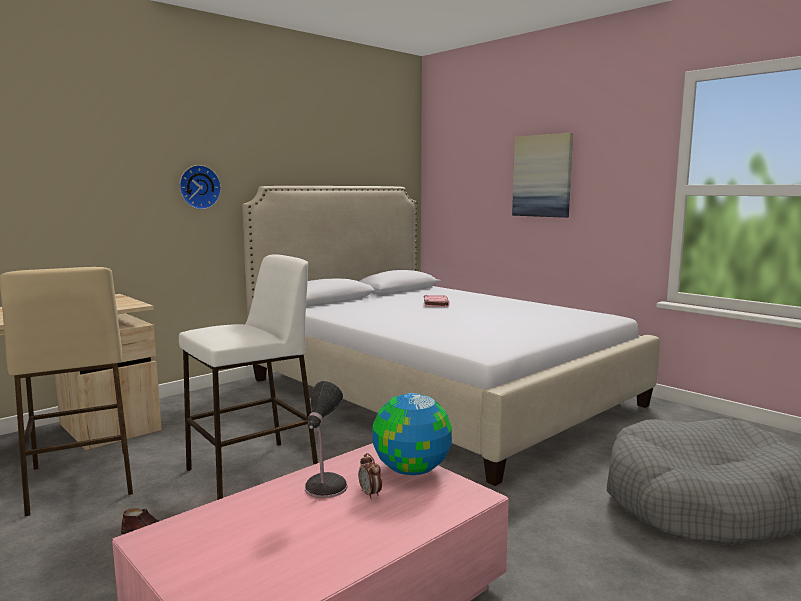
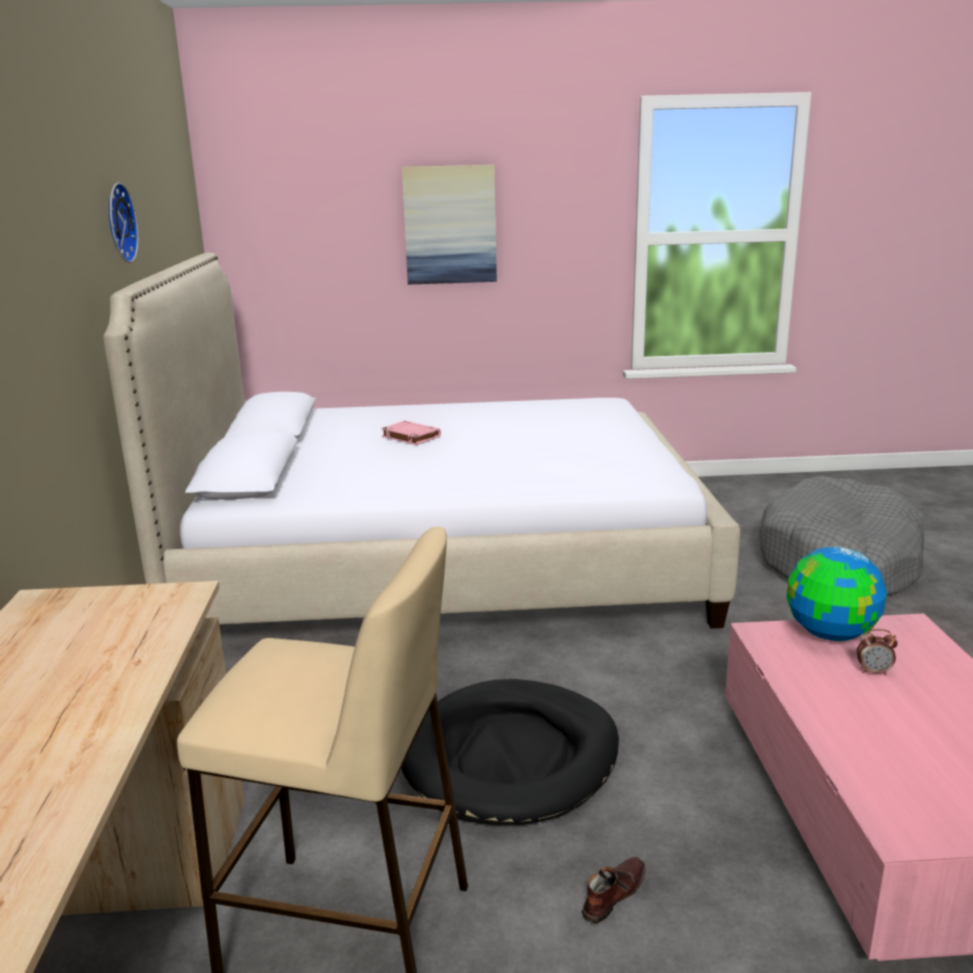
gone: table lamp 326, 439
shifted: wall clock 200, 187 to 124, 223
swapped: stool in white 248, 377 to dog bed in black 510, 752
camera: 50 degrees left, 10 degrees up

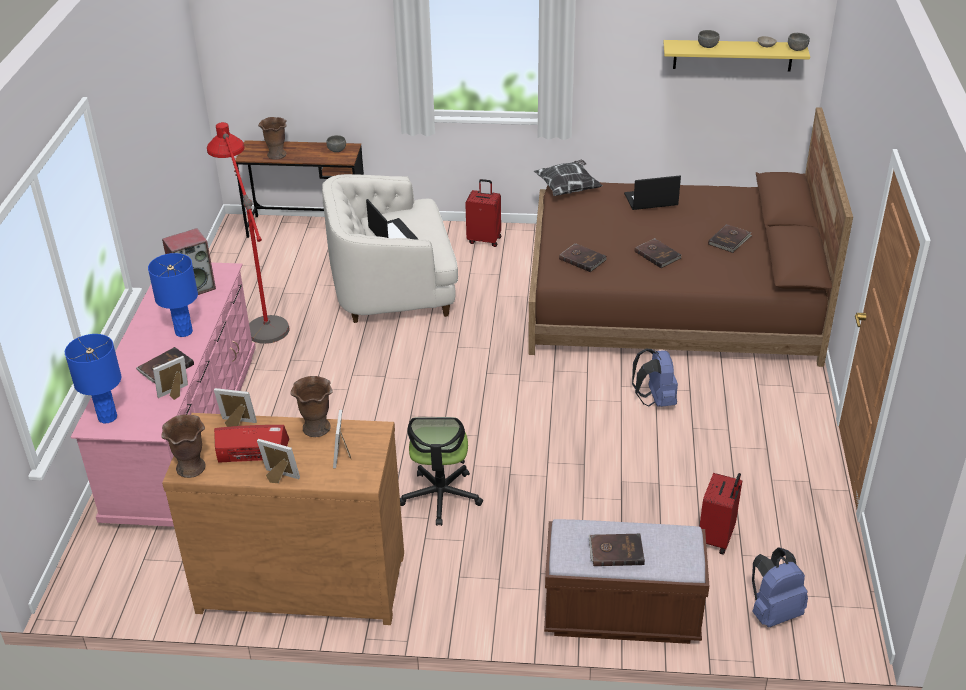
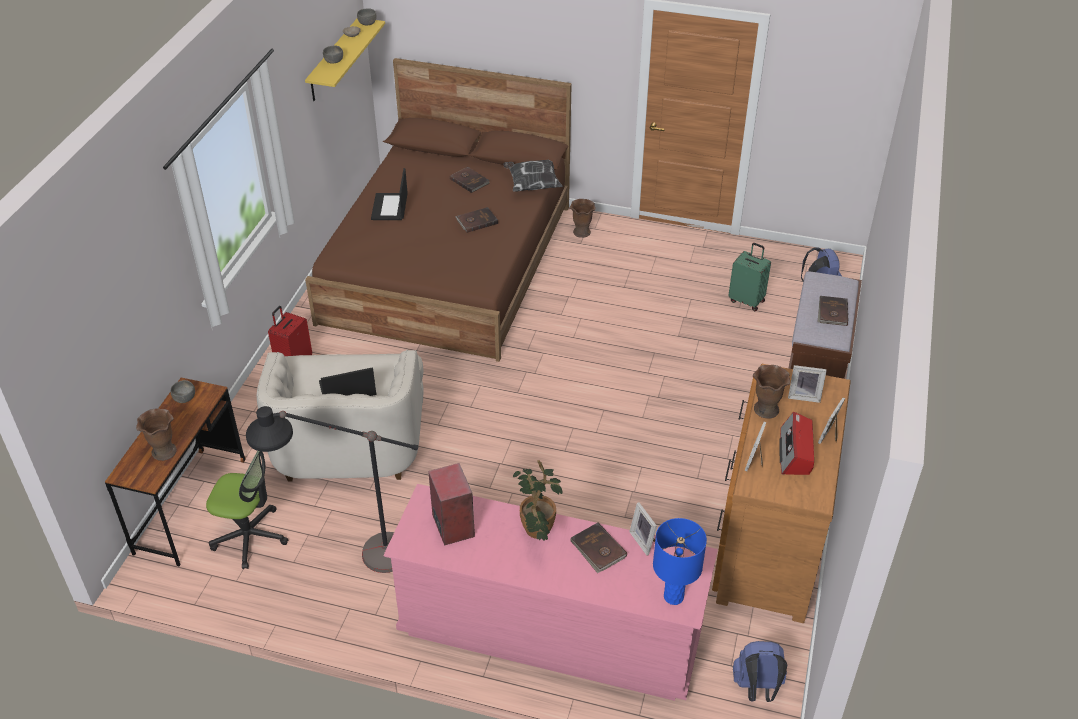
gone: book in brown 583, 257
shifted: vase in brown 183, 446 to 583, 218; office chair 441, 471 to 247, 510; pillow 568, 177 to 533, 176; backpack in blue 655, 378 to 760, 671
swapped: table lamp in blue 173, 295 to potted plant 537, 500
repainted: floor lamp in red 248, 233 to floor lamp in black 332, 489; suitcase in red 720, 513 to suitcase in green 749, 277
camera: 80 degrees left, 5 degrees up

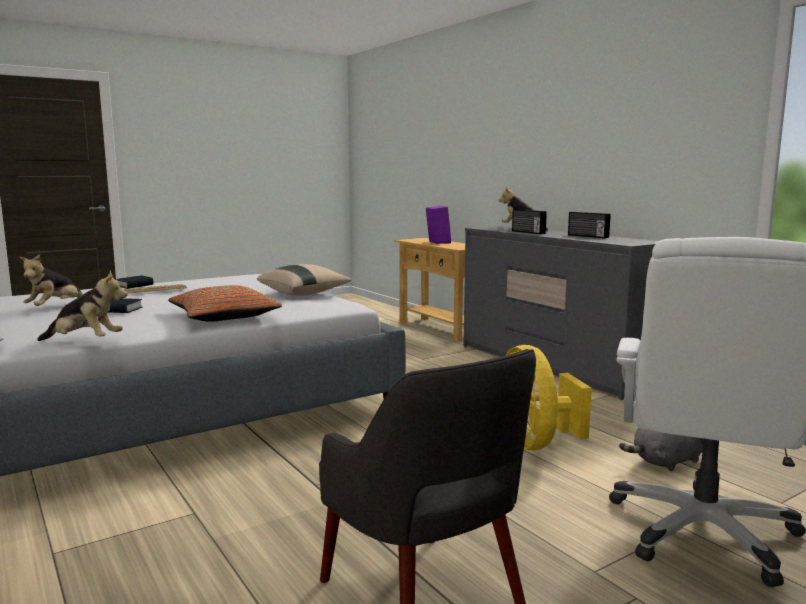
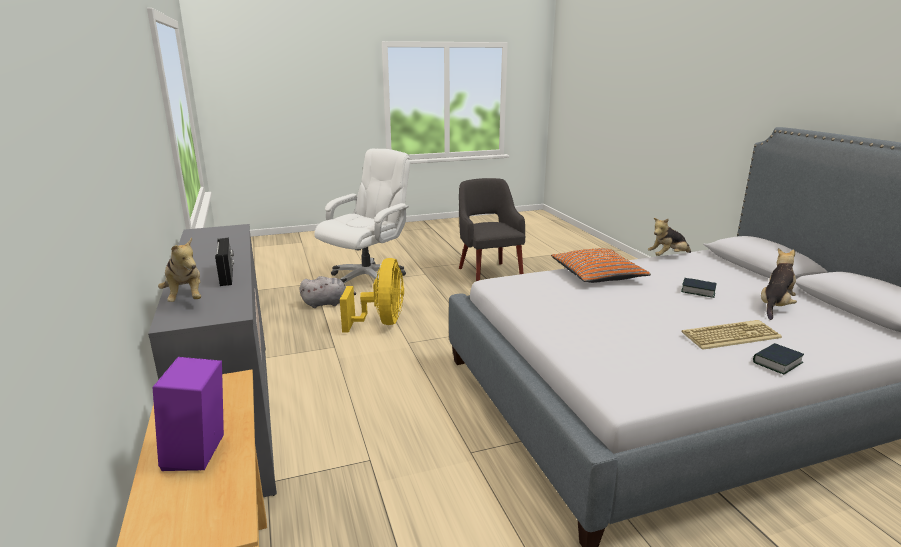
gone: pillow in beige 304, 280; radio 589, 225
rotated: plush toy 82, 305 = 669, 237 45 degrees counterclockwise
camera: 165 degrees left, 10 degrees up

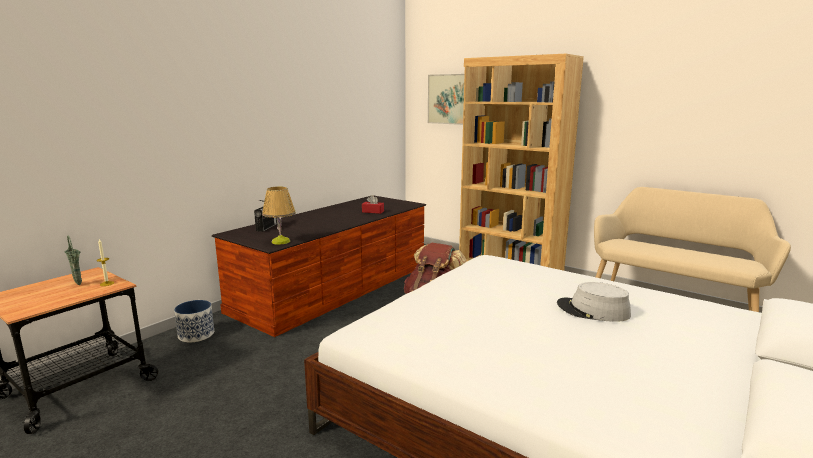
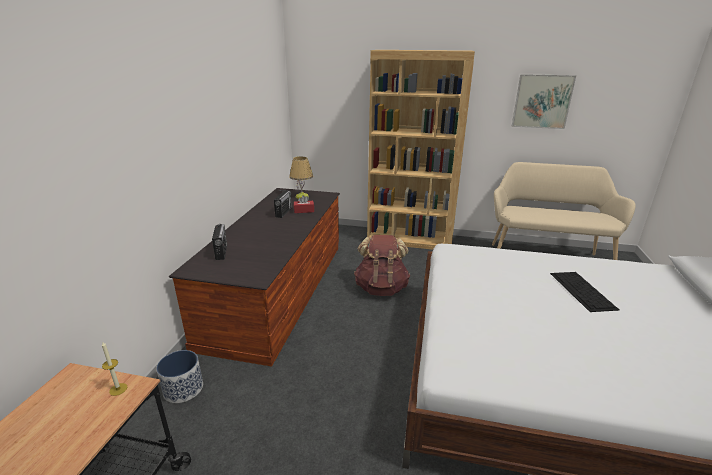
gone: vase in green 73, 260
new: radio 283, 204
shifted: table lamp 279, 216 to 301, 177; picture 446, 99 to 544, 101
swapped: hat in grey 594, 302 to keyboard 584, 292
camera: 25 degrees left, 10 degrees up

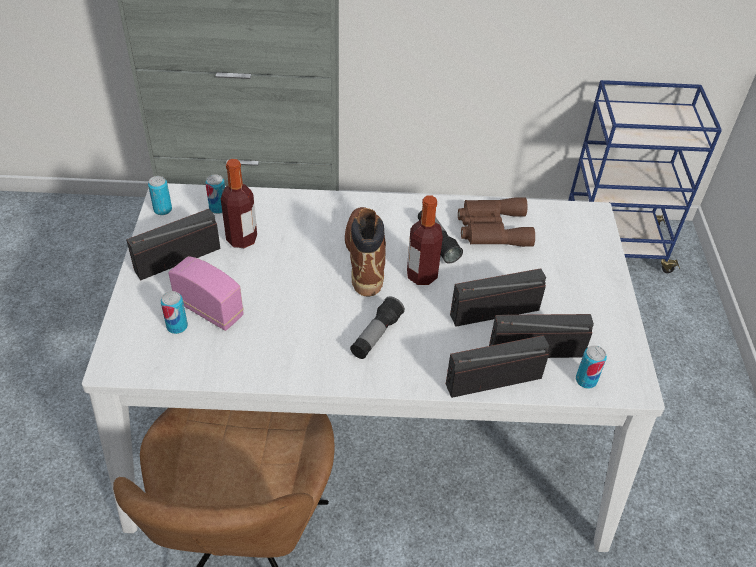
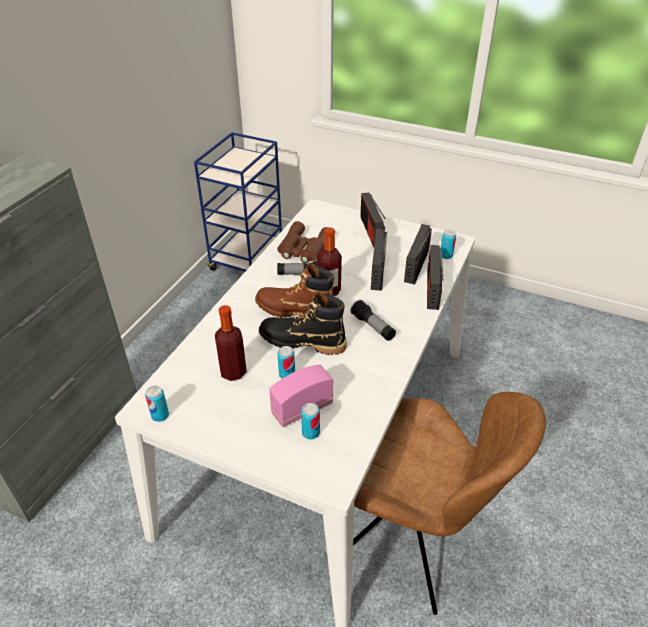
new: boot in black 303, 323
shifted: radio 173, 245 to 372, 219; can 215, 194 to 286, 362
camera: 65 degrees left, 5 degrees down

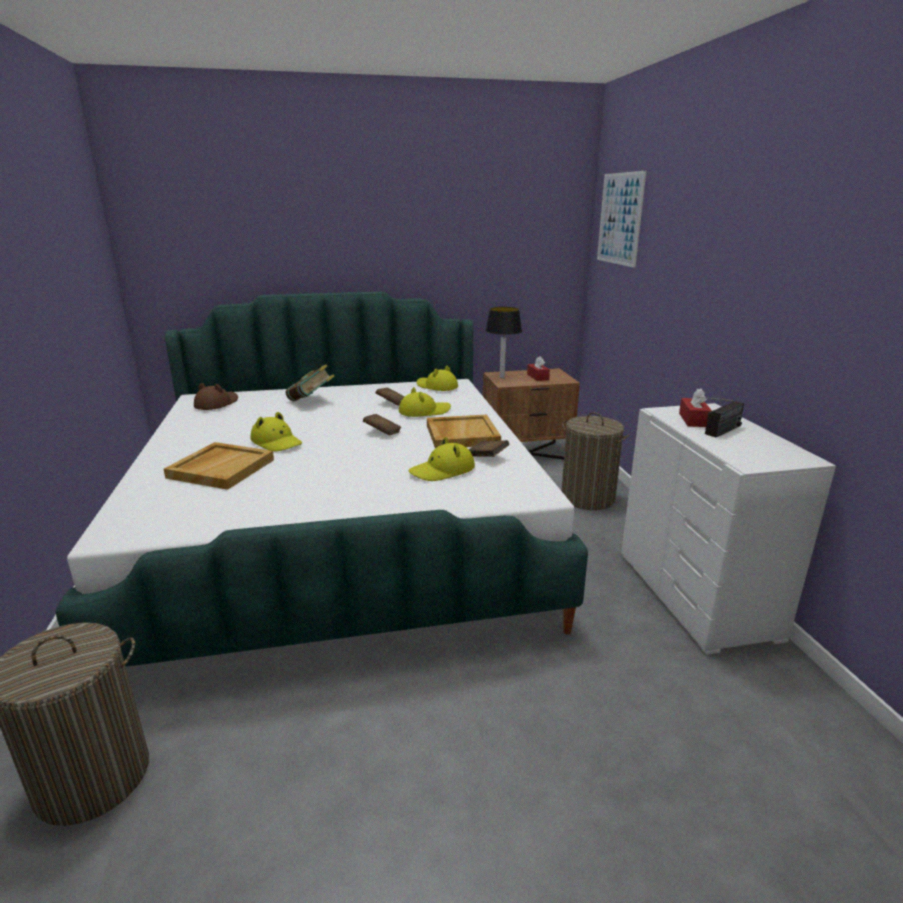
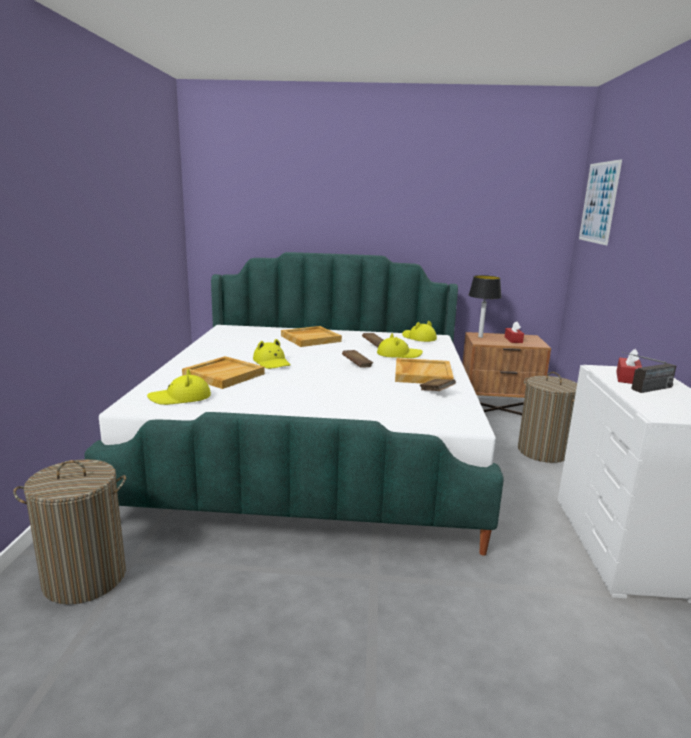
gone: hat in brown 216, 396
shifted: hat in yellow 441, 459 to 179, 387
swapped: book 310, 383 to tray in beige 311, 336
camera: 15 degrees right, 5 degrees down

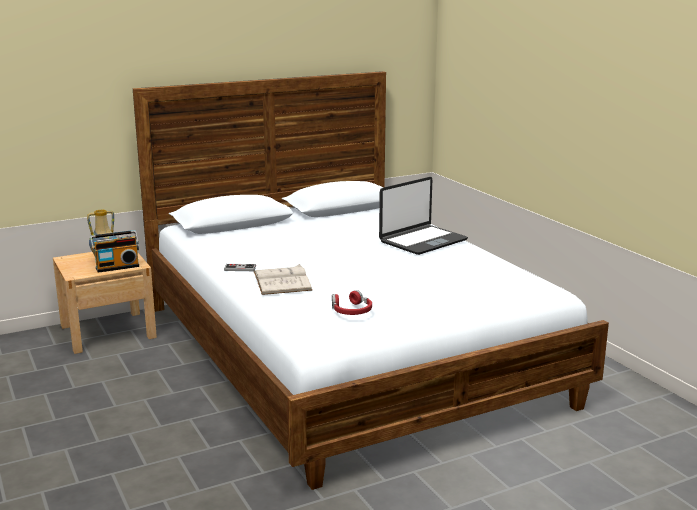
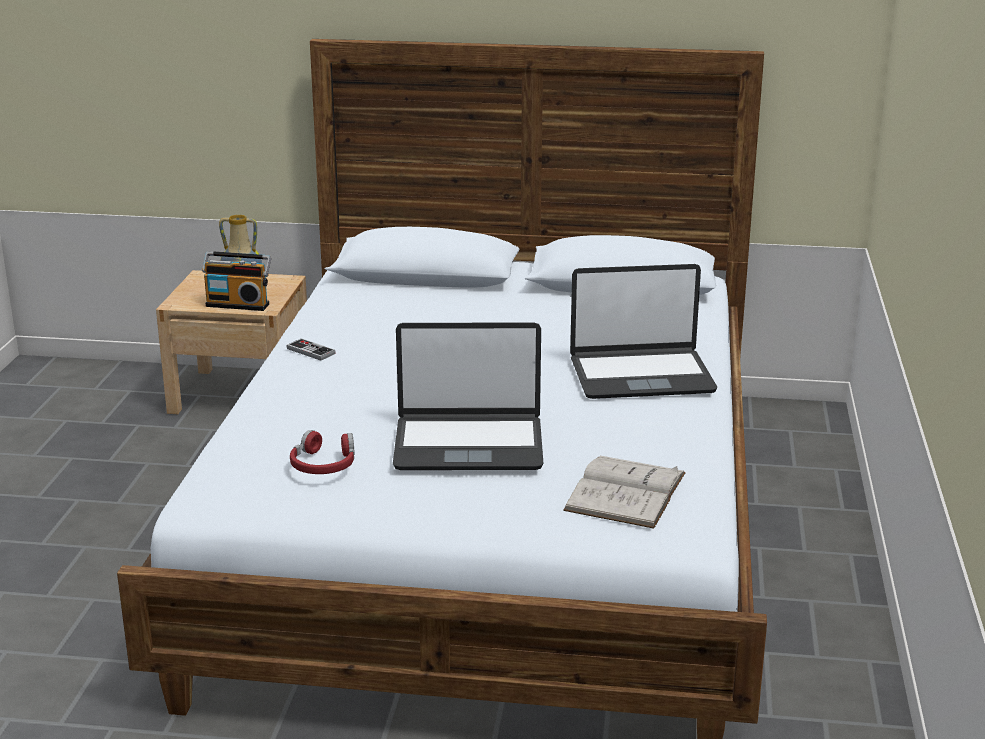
new: laptop 468, 396
shifted: book in white 283, 279 to 624, 492
camera: 35 degrees right, 5 degrees up

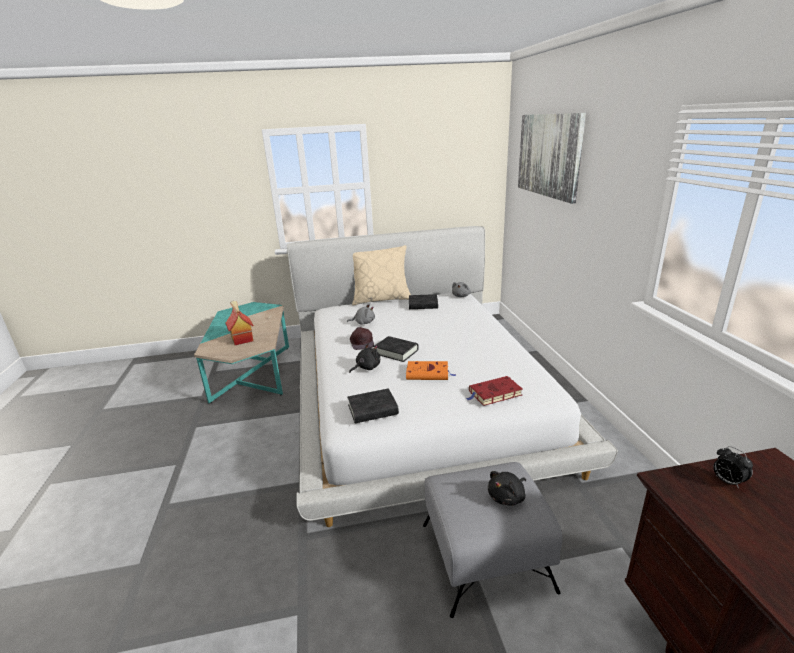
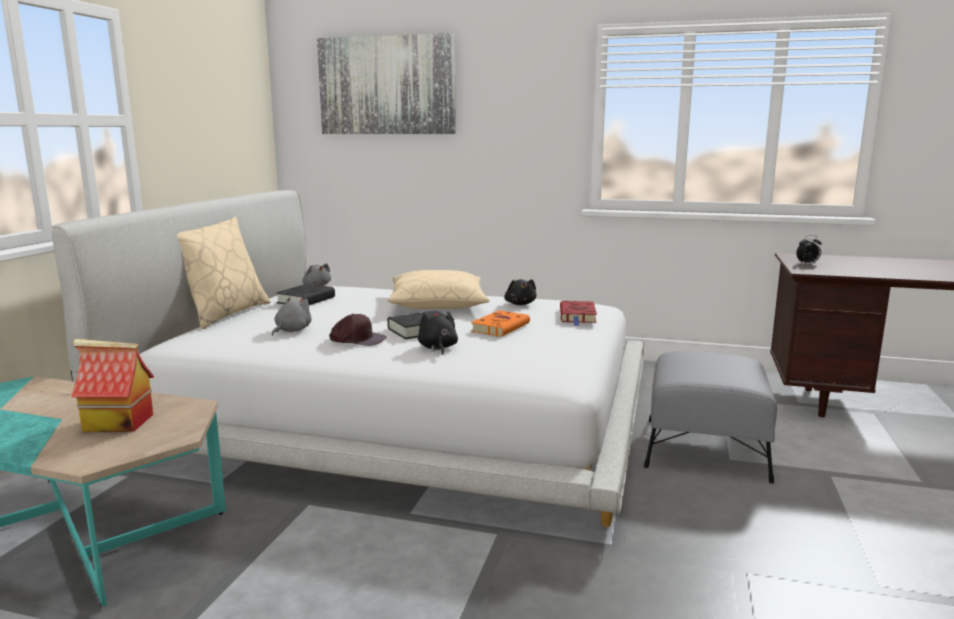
gone: book in black 373, 405
new: pillow in beige 438, 289
shifted: plush toy in black 507, 488 to 520, 292
camera: 65 degrees left, 10 degrees down

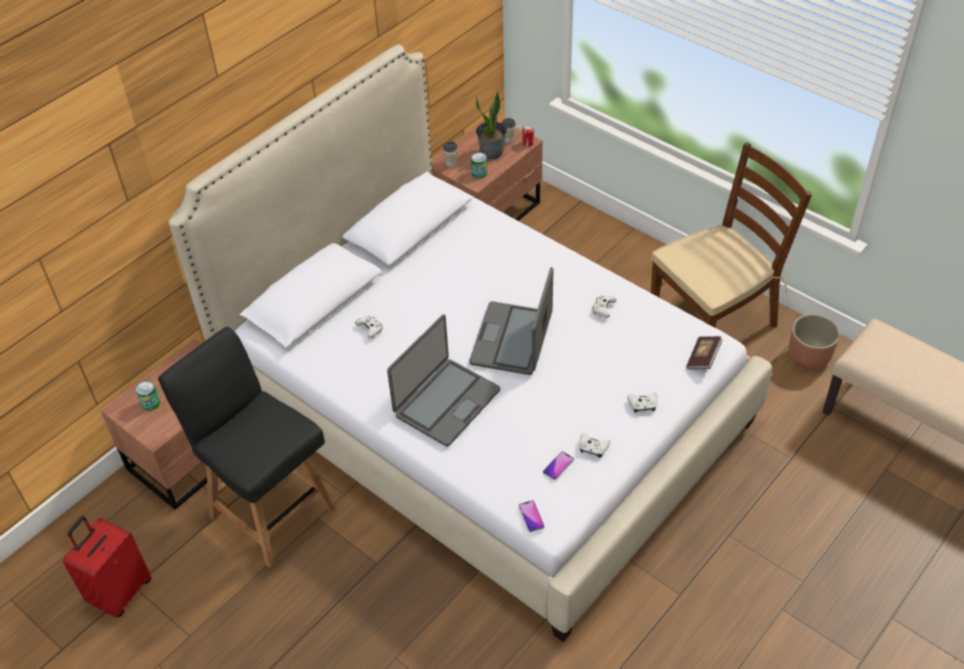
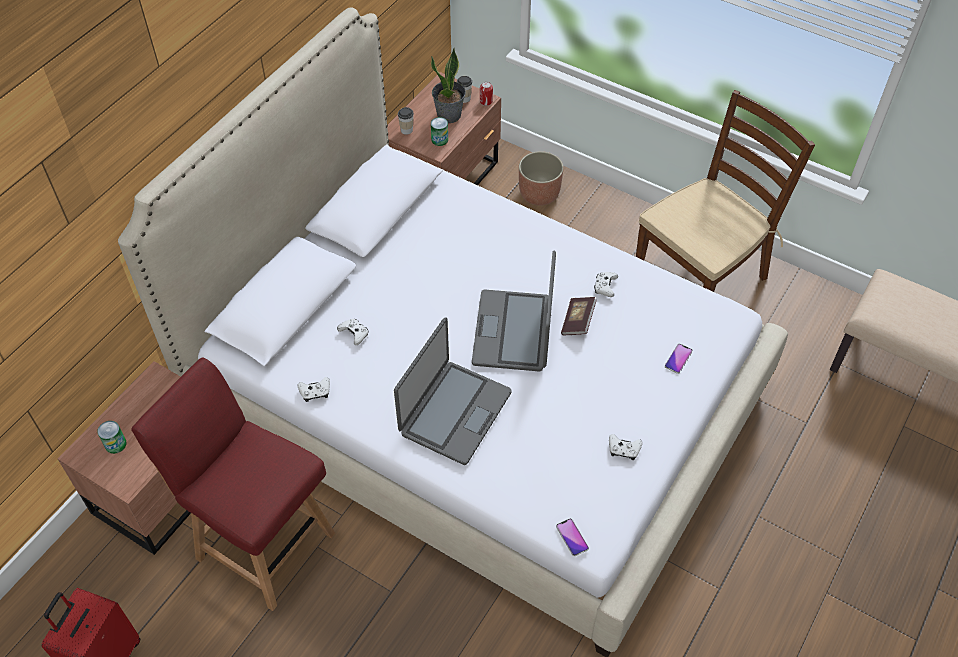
shifted: phone 558, 465 to 679, 359; game controller in white 642, 402 to 313, 389; book 704, 352 to 579, 316; planter 814, 342 to 541, 178
repainted: chair in black 247, 447 to chair in red 233, 484
camera: 10 degrees left, 5 degrees up

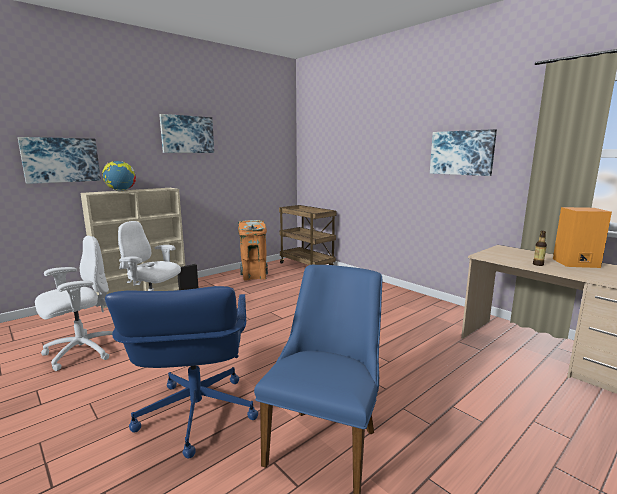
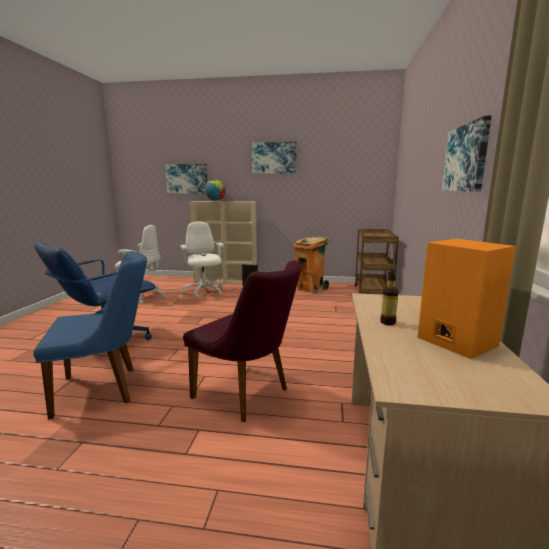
new: chair in purple 242, 341
camera: 50 degrees right, 0 degrees up

